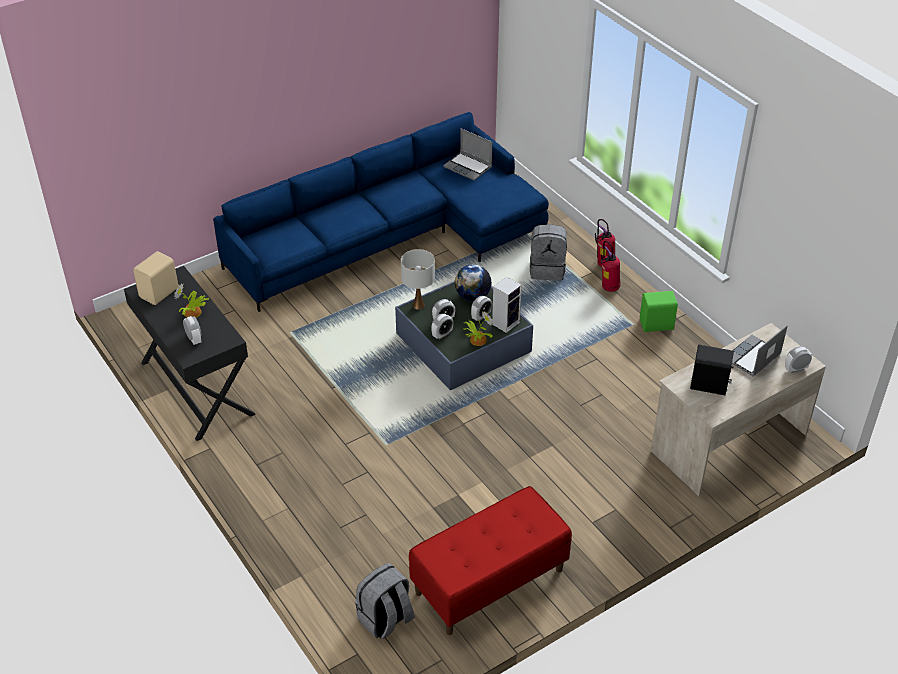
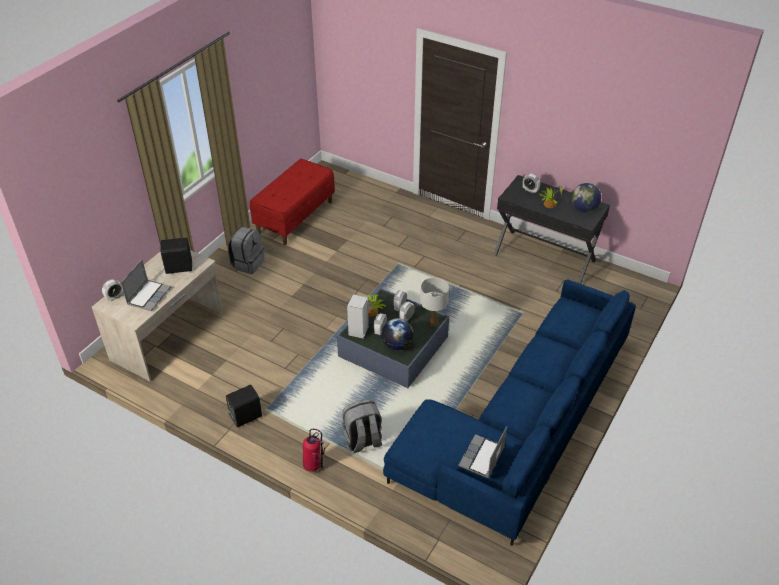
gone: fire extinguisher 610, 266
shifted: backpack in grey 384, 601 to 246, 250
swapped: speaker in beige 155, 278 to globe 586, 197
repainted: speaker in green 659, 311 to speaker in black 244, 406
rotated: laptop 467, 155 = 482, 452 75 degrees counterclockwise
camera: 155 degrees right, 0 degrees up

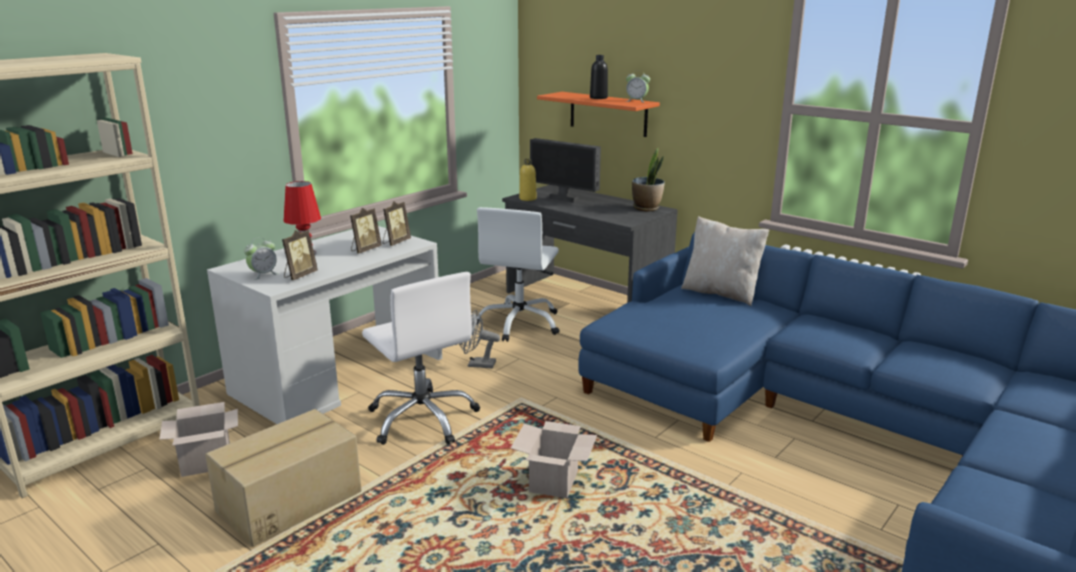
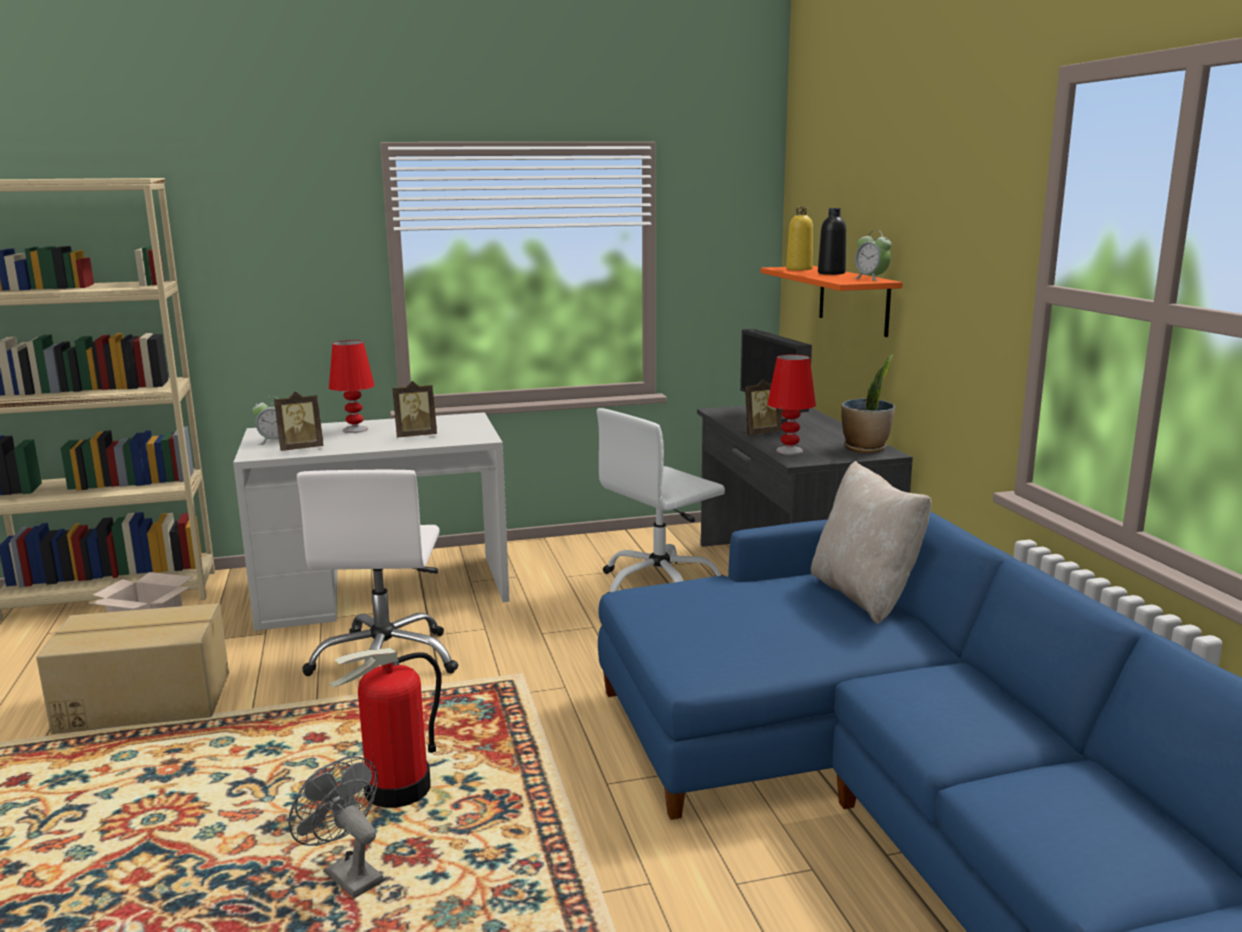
new: table lamp in red 791, 404
shifted: picture frame 397, 223 to 762, 407; fan in grey 479, 339 to 336, 827; bottle in yellow 528, 180 to 799, 238
swapped: cardboard box 554, 459 to fire extinguisher 385, 728
camera: 35 degrees right, 5 degrees down

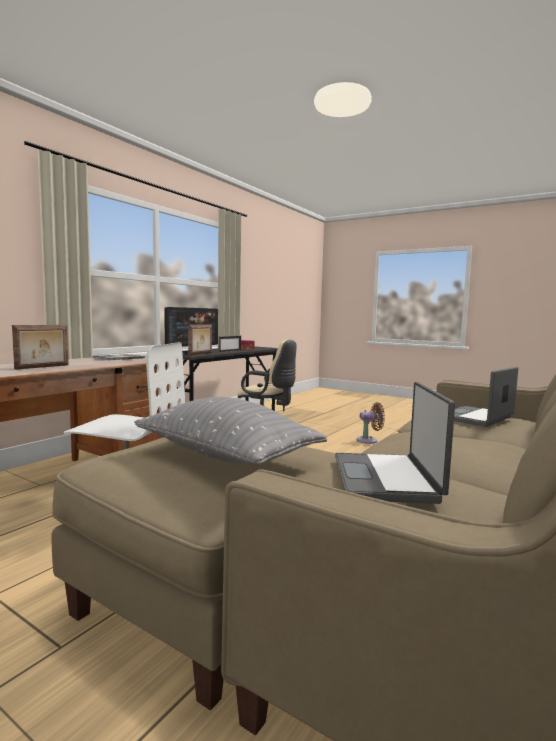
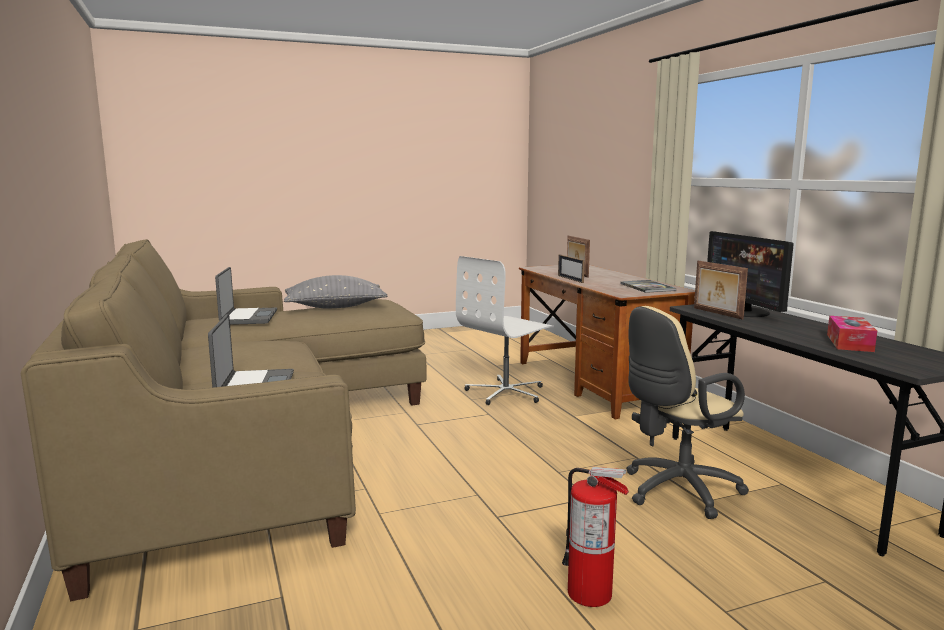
shifted: picture frame 229, 344 to 571, 269
swapped: fan in brown 370, 423 to fire extinguisher 595, 537
rotated: laptop 395, 443 = 246, 296 45 degrees clockwise
camera: 125 degrees right, 5 degrees up

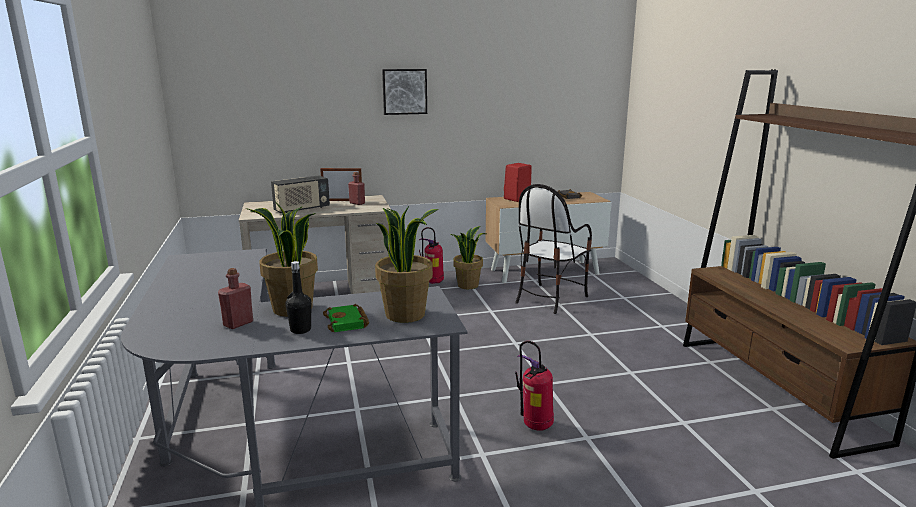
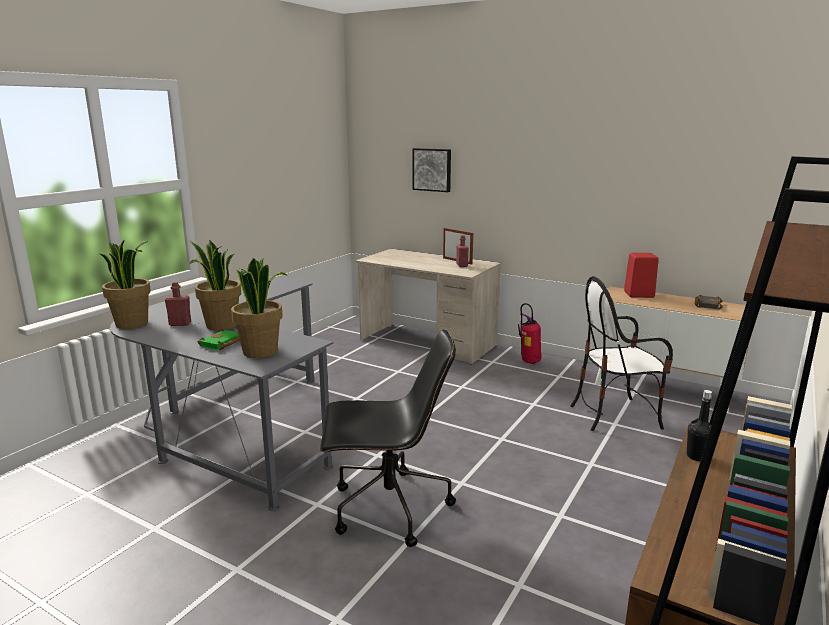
gone: radio 300, 194
shifted: bottle in black 298, 297 to 699, 425; picture 404, 92 to 432, 170; potted plant 468, 257 to 125, 284
swapped: fire extinguisher 534, 386 to office chair in black 388, 438
camera: 45 degrees right, 0 degrees up

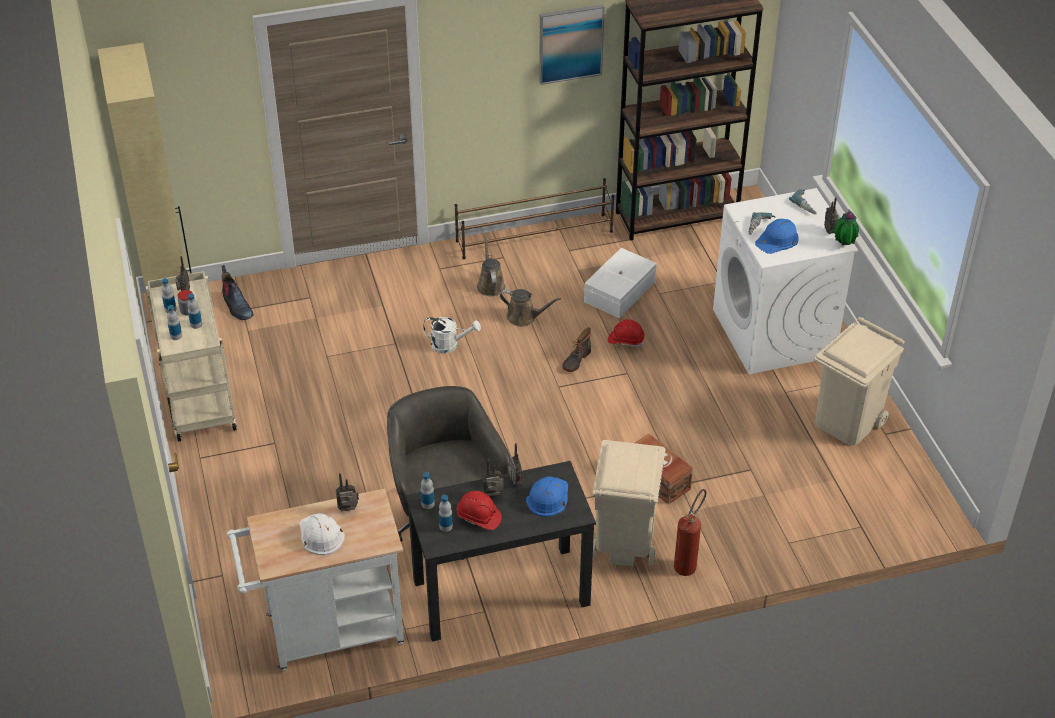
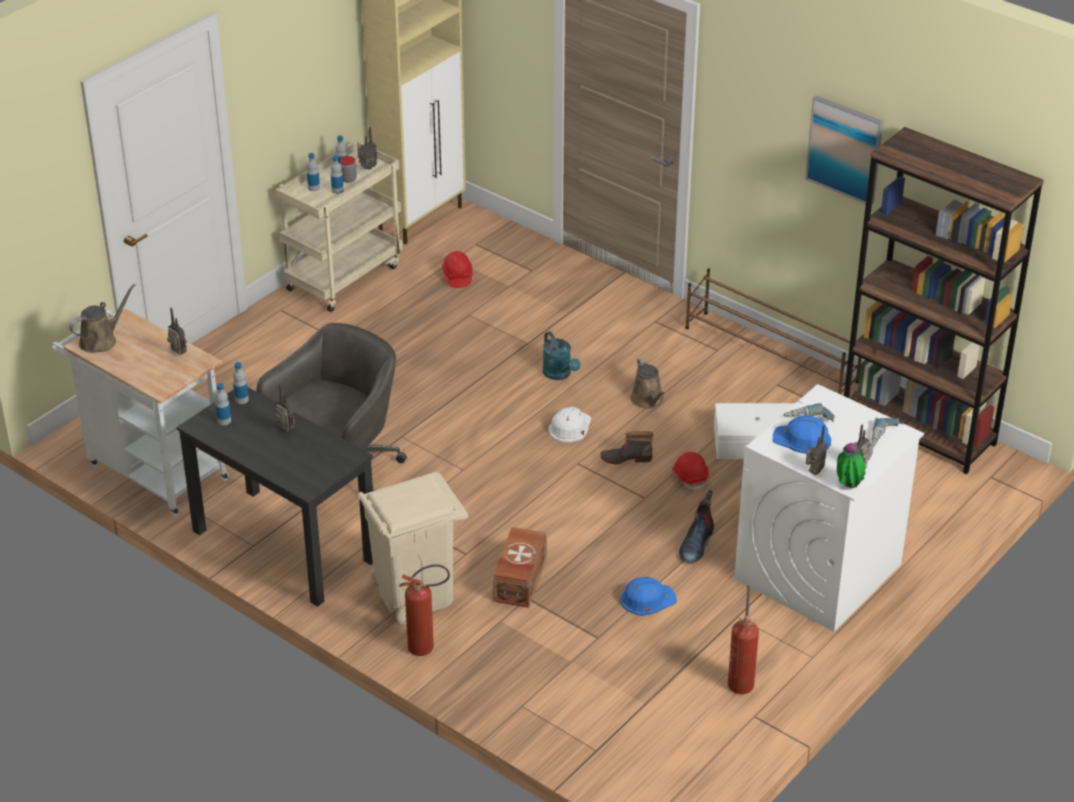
shifted: boot 237, 292 to 696, 526; hard hat in white 322, 534 to 570, 425; hard hat in red 479, 510 to 457, 269; watering can in brown 491, 265 to 102, 318; radio 515, 464 to 816, 450; hard hat in blue 547, 496 to 648, 596
swapped: trash can in beige 859, 381 to fire extinguisher 743, 639
repainted: watering can in white 452, 335 to watering can in turquoise 562, 355
camera: 55 degrees right, 5 degrees down

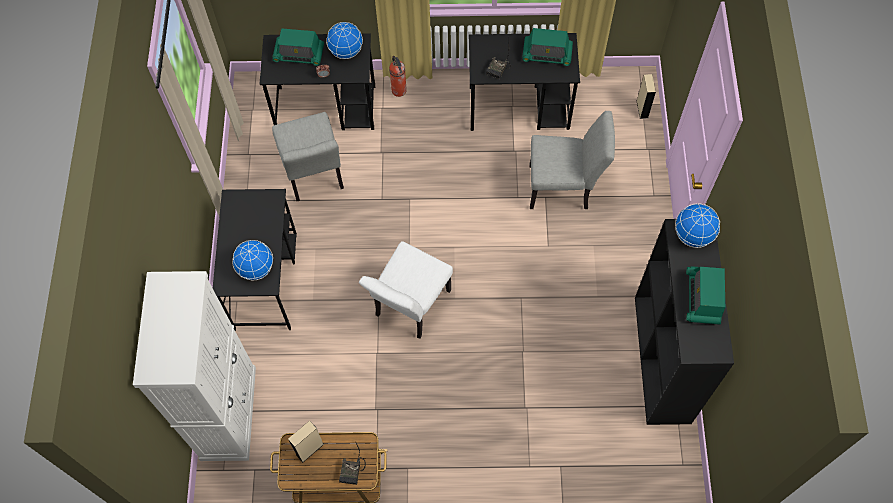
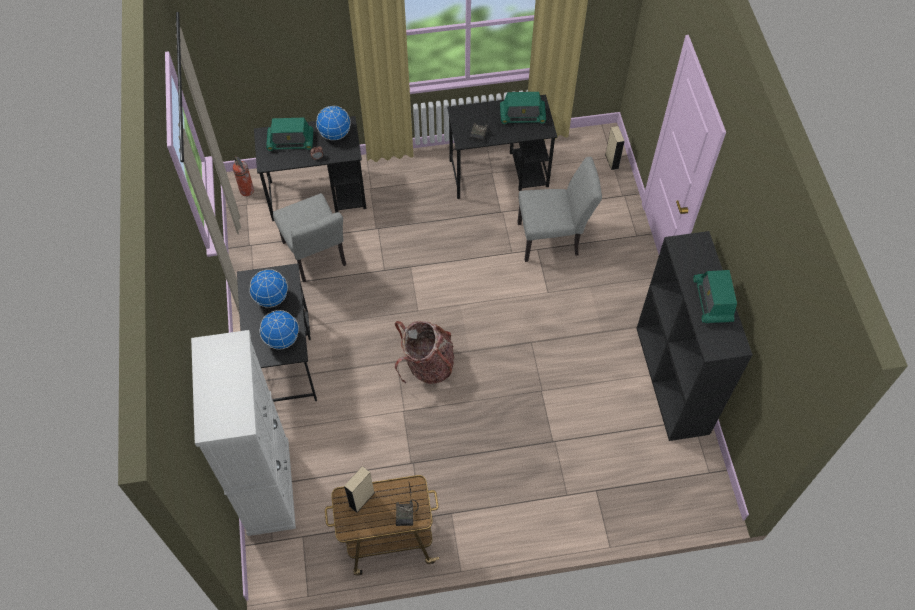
shifted: fire extinguisher 398, 76 to 243, 176; globe 697, 225 to 268, 288
swapped: chair in white 406, 290 to backpack 424, 352
camera: 10 degrees left, 5 degrees down

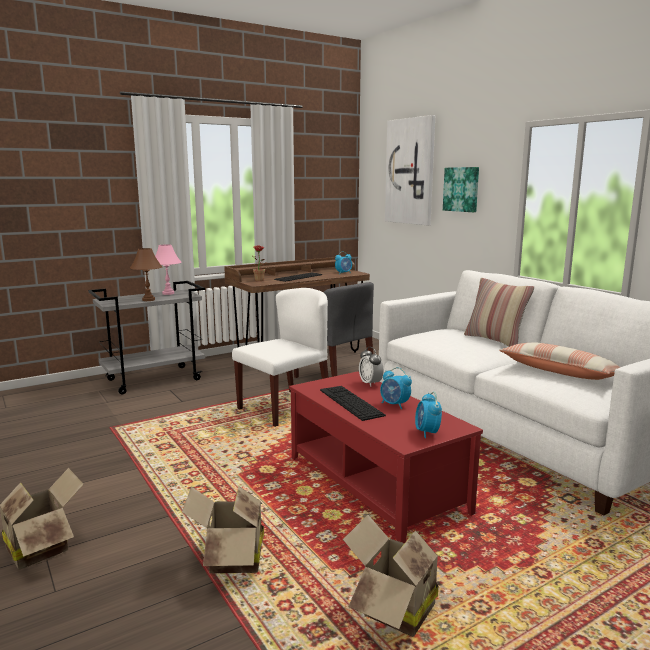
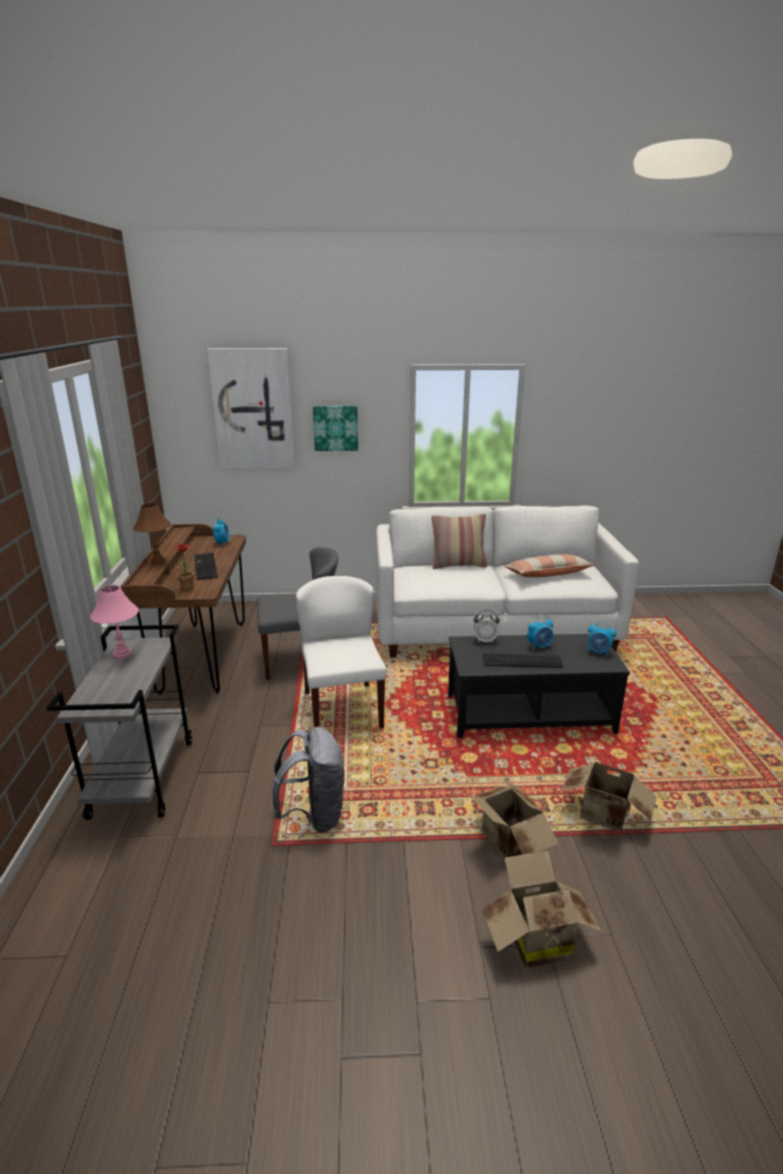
new: backpack in grey 308, 779
shifted: table lamp in brown 146, 274 to 152, 534; cardboard box 393, 576 to 514, 819
repainted: coffee table in red 386, 457 to coffee table in black 539, 686
camera: 60 degrees left, 10 degrees up

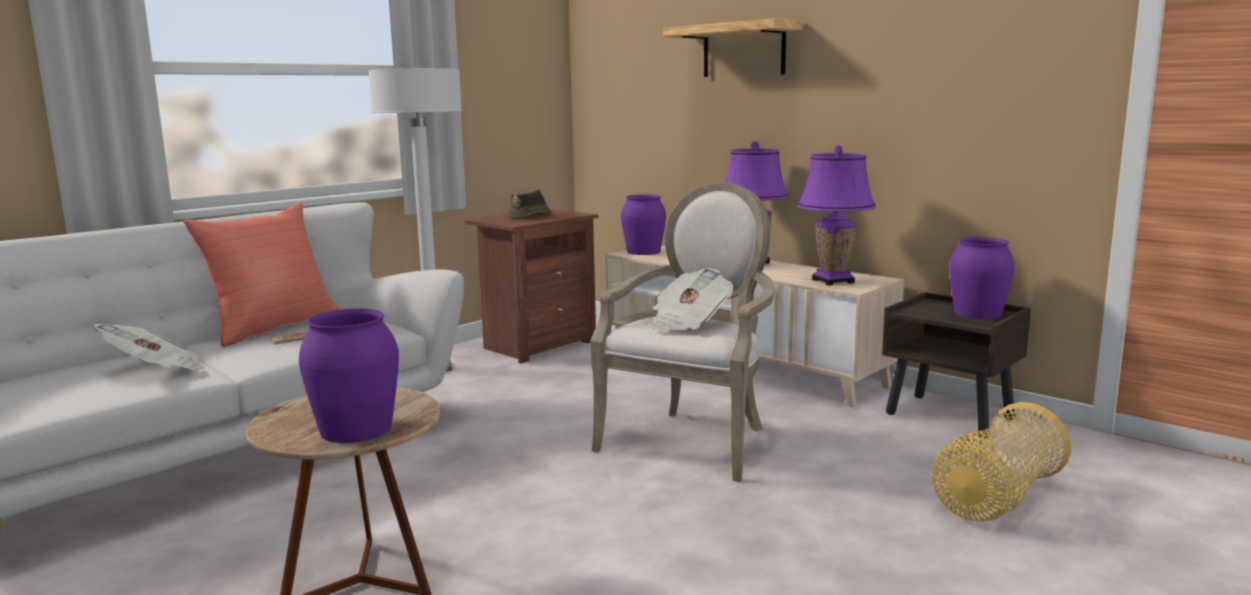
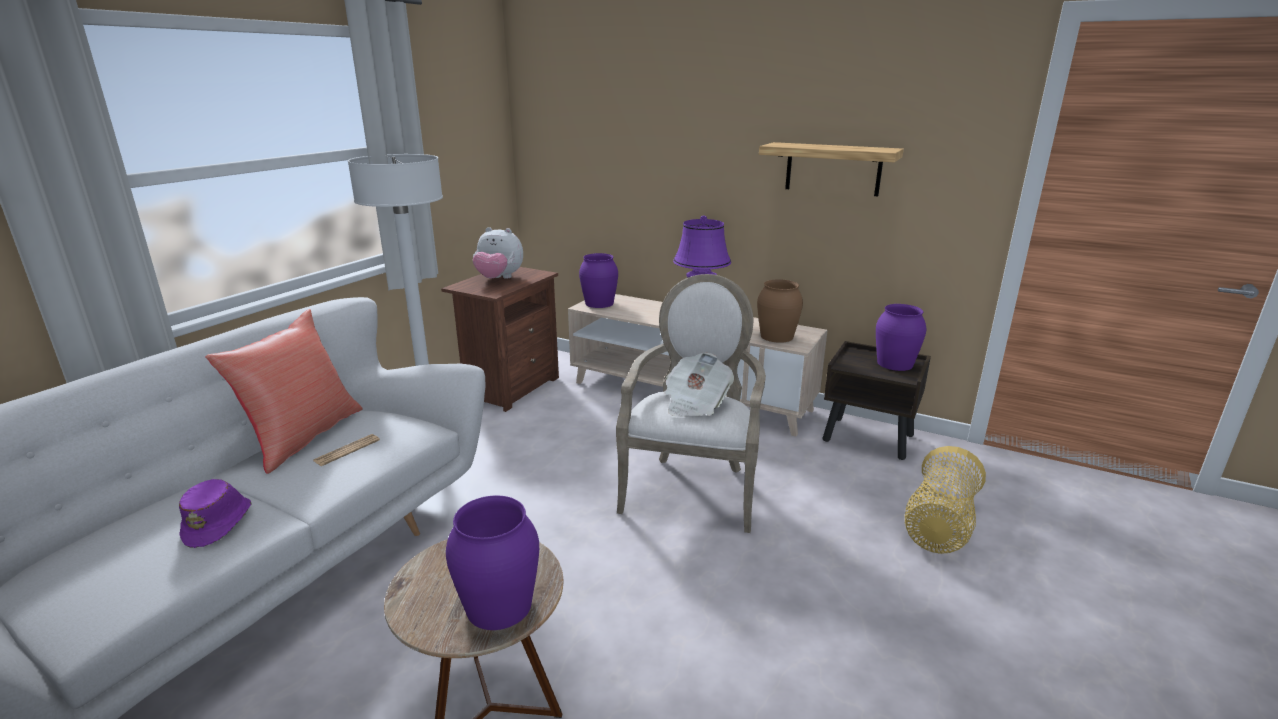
shifted: shelf 733, 47 to 831, 169
swapped: newspaper 150, 347 to hat in purple 215, 513; hat in brown 529, 202 to plush toy 498, 253; table lamp in purple 836, 215 to vase in brown 780, 311
camera: 15 degrees left, 10 degrees up

